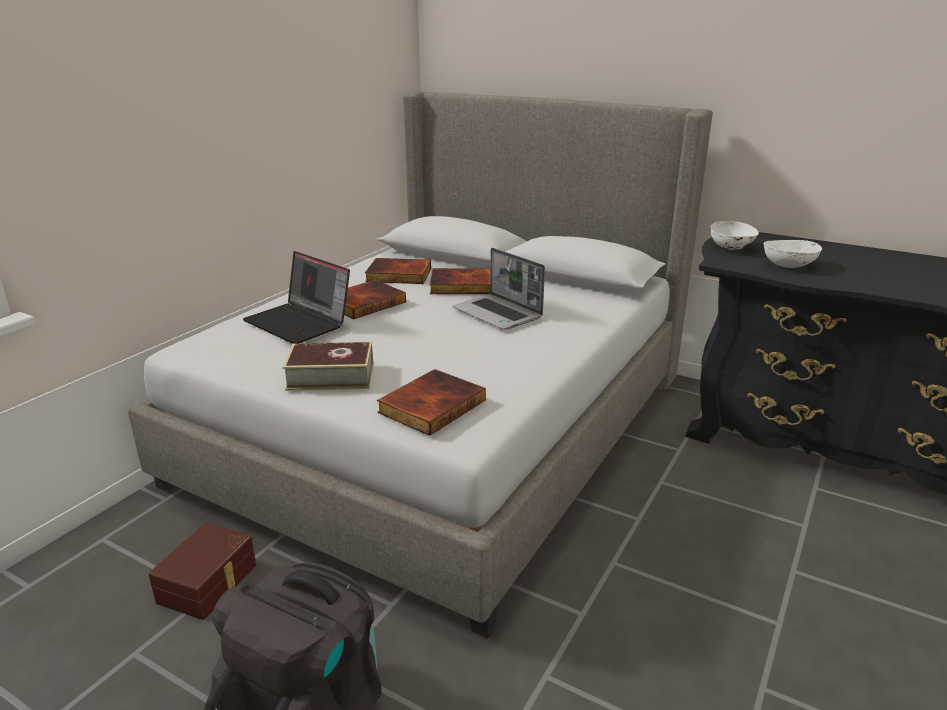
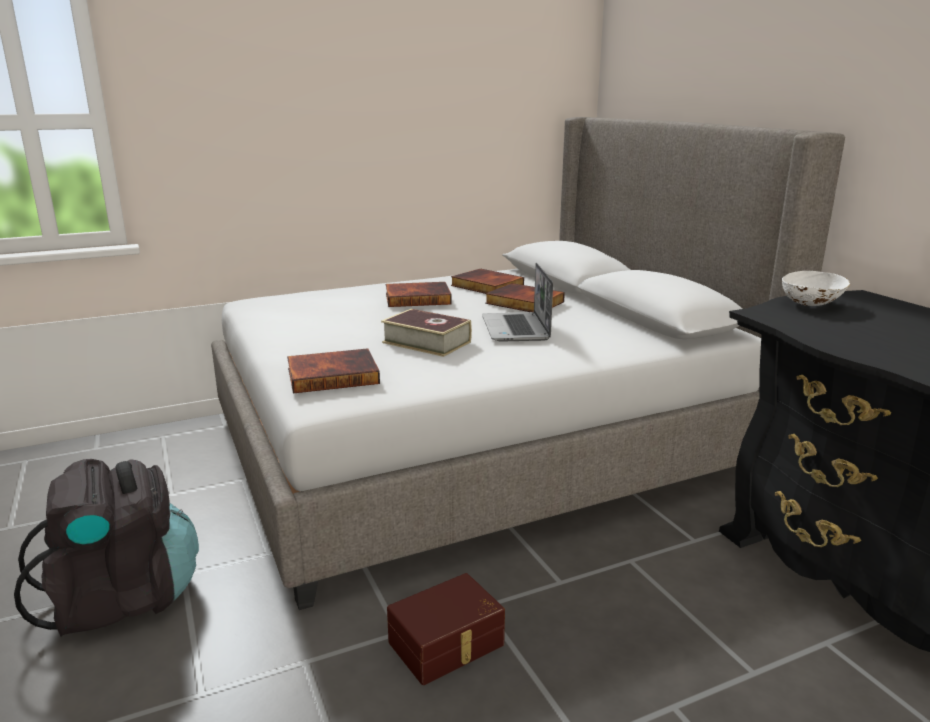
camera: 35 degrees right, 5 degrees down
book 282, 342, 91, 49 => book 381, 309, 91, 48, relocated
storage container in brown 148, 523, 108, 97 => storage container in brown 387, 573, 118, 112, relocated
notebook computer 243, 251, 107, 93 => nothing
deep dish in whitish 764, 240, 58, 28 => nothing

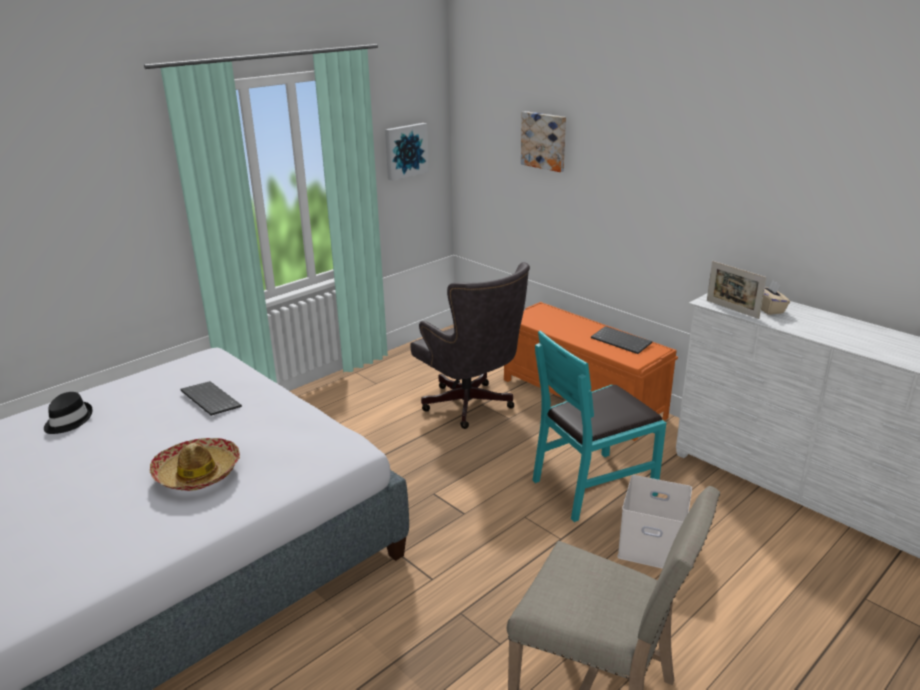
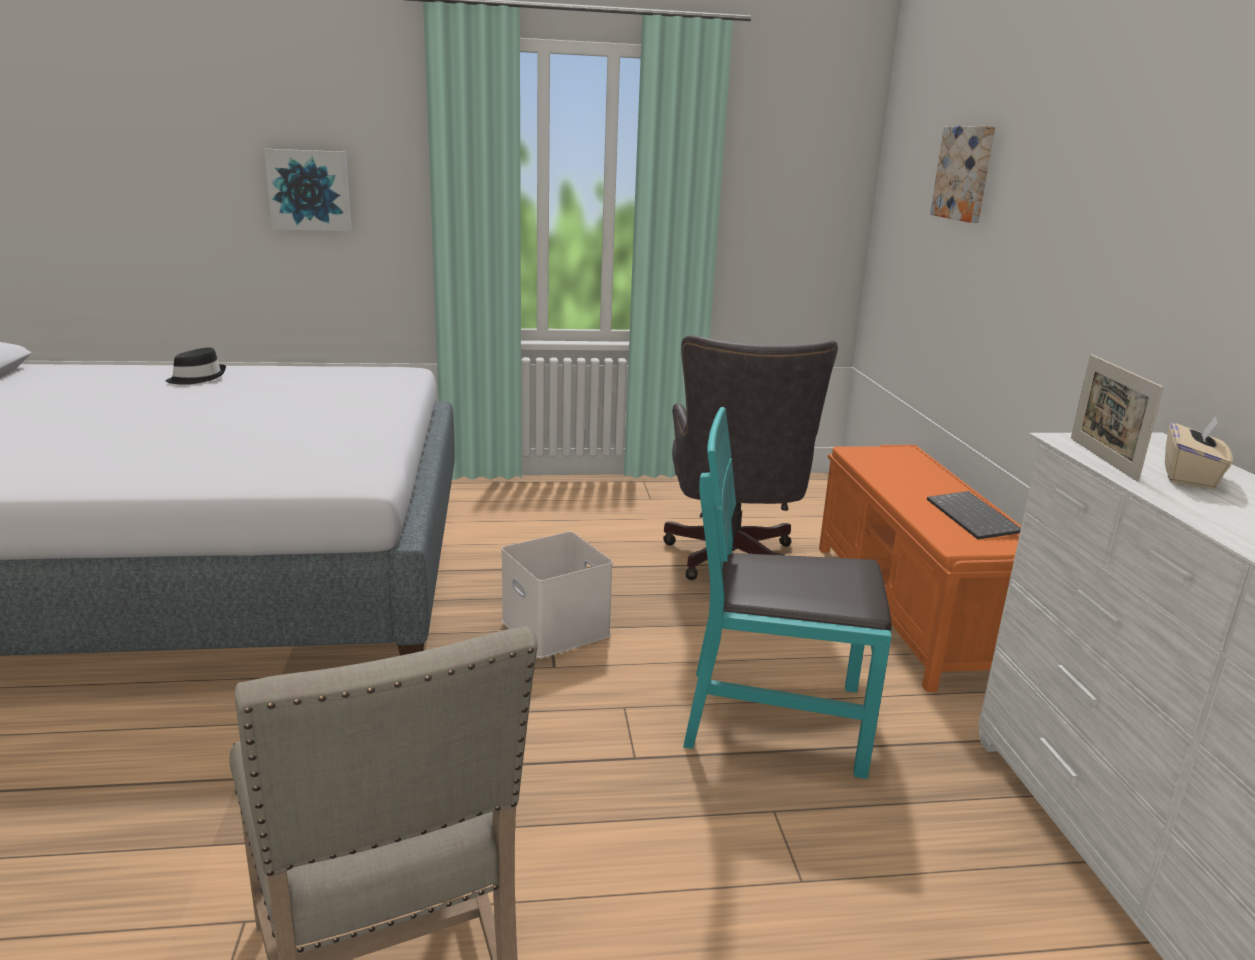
camera: 35 degrees right, 5 degrees down
picture 385, 123, 44, 58 => picture 264, 149, 87, 82, relocated
storage container in whitish 618, 475, 74, 94 => storage container in whitish 501, 532, 112, 126, relocated
hat 150, 438, 90, 53 => nothing
keyboard 180, 381, 62, 35 => nothing

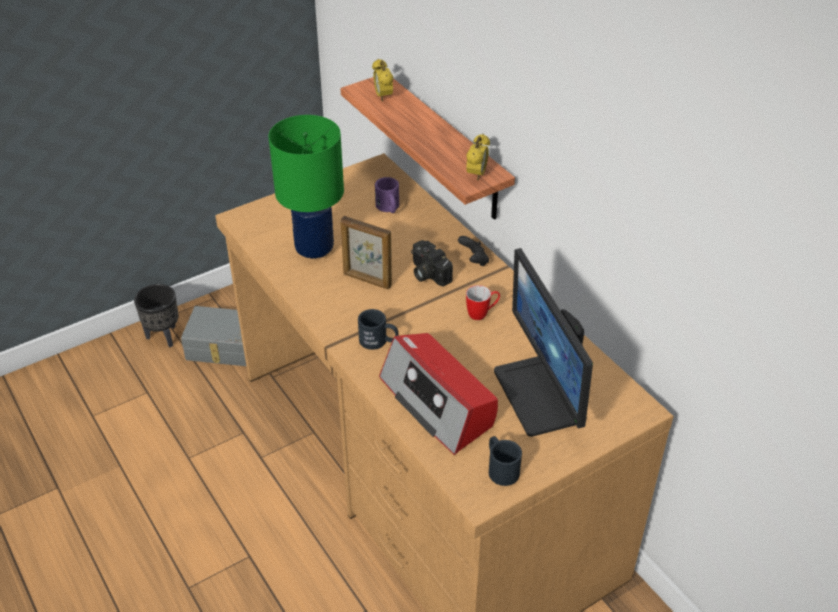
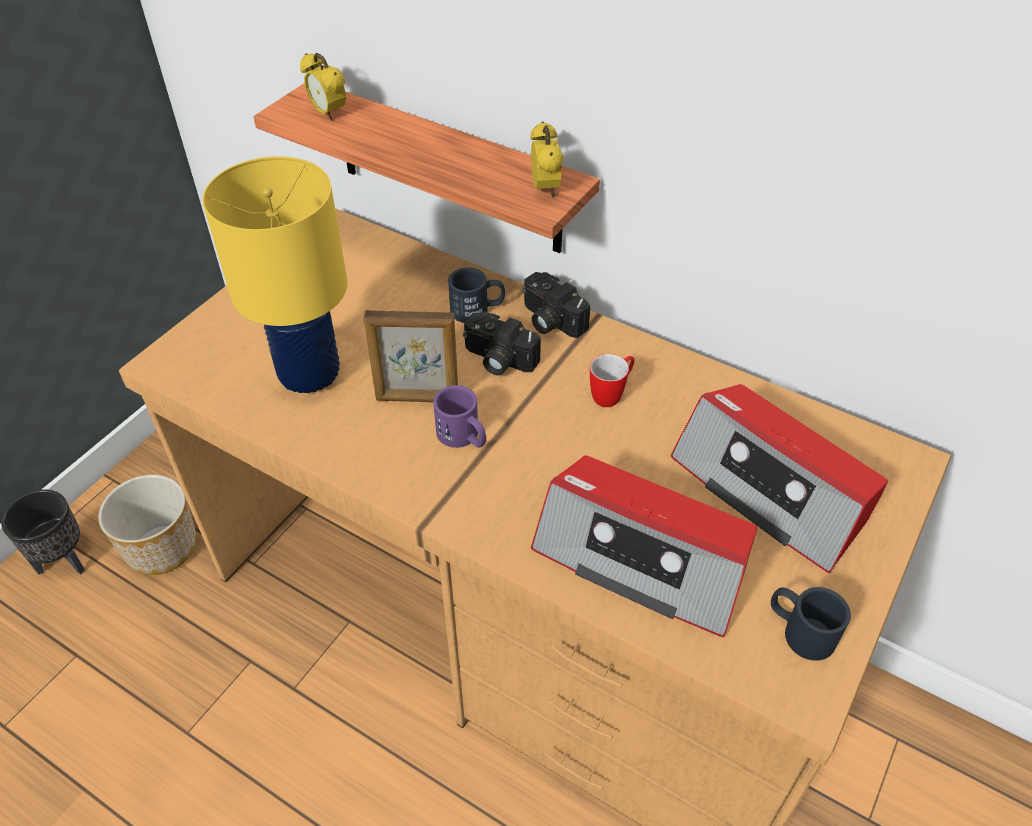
camera: 25 degrees left, 5 degrees up
storage container in grey 181, 306, 65, 60 => planter 98, 475, 99, 100
tabletop lamp in greenish 268, 115, 76, 144 => tabletop lamp in yellow 203, 156, 145, 237
tea mug in purplish 375, 177, 24, 36 => tea mug in purplish 433, 385, 53, 63, relocated
tea mug in black 358, 309, 40, 41 => tea mug in black 448, 267, 57, 56, relocated
gamepad in black 458, 236, 31, 30 => still camera 522, 272, 68, 66
computer display 494, 248, 99, 189 => radio set 671, 384, 217, 189

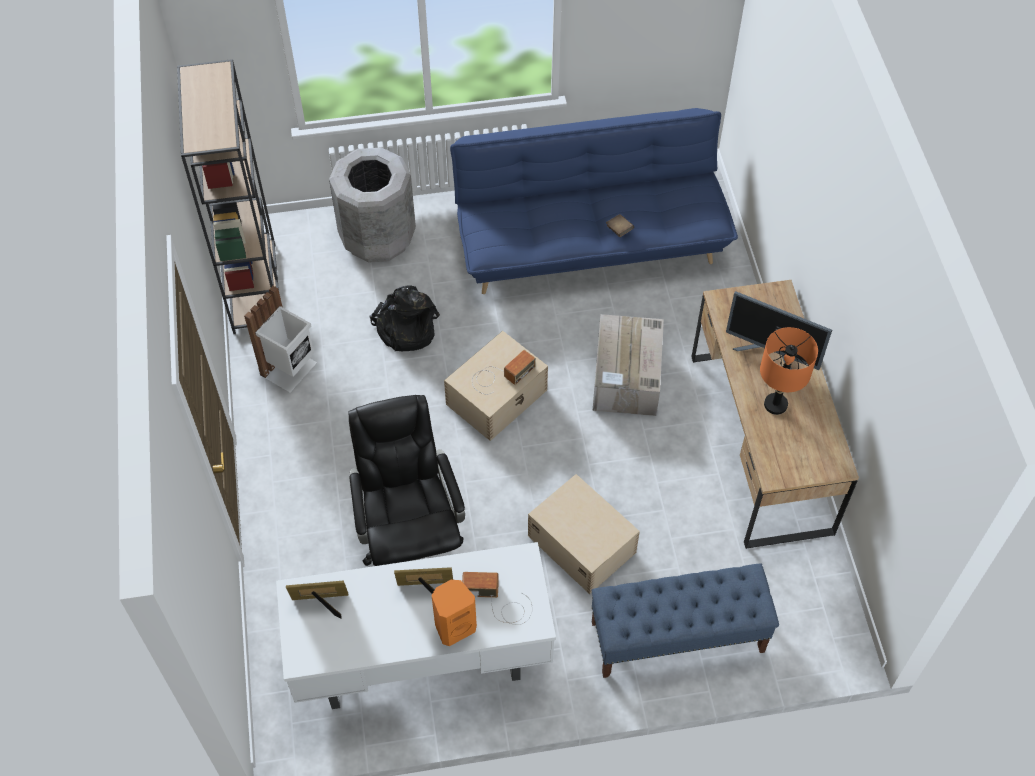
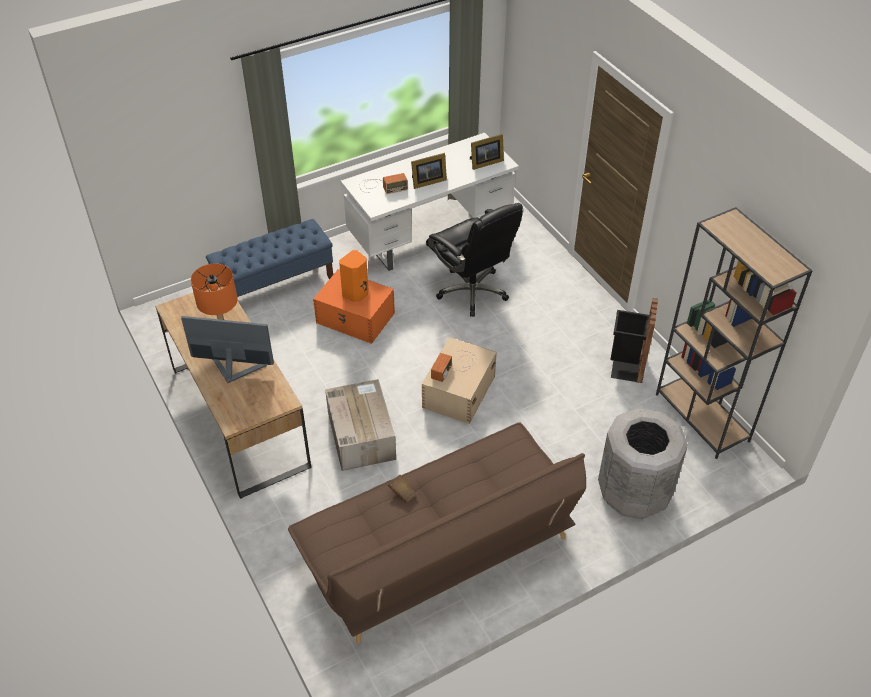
camera: 160 degrees right, 10 degrees down
sofa in blue-coloured 450, 108, 288, 186 => sofa in brown 288, 422, 298, 222
storage container in sand-coloured 528, 474, 112, 120 => storage container in orange 313, 269, 82, 75
speaker in orange 432, 580, 45, 66 => speaker in orange 339, 250, 30, 52, relocated
trash can in whitish 244, 286, 73, 106 => trash can in black 610, 298, 48, 85
knapsack in black 369, 285, 71, 66 => nothing

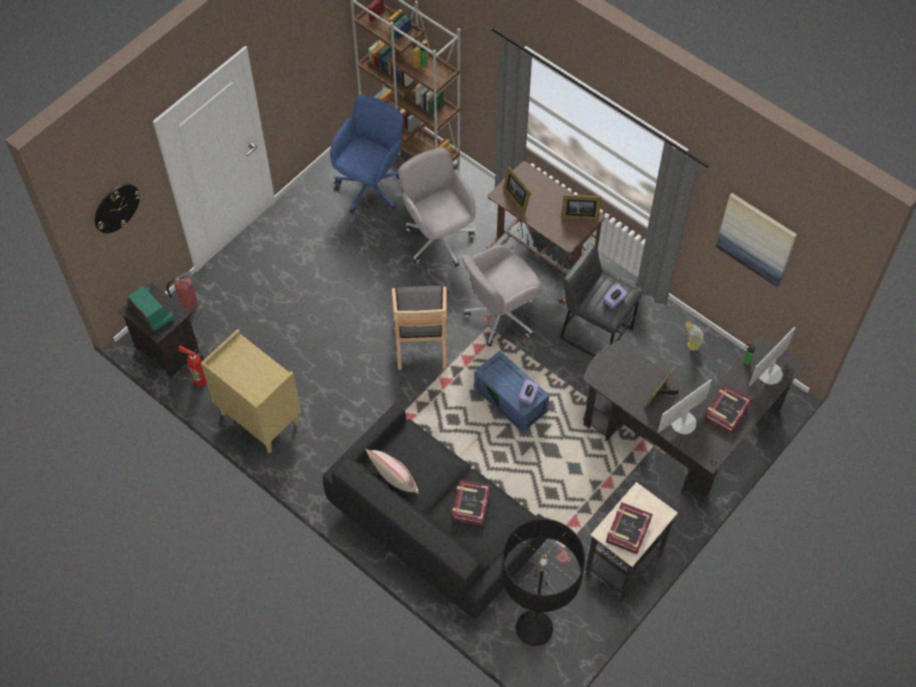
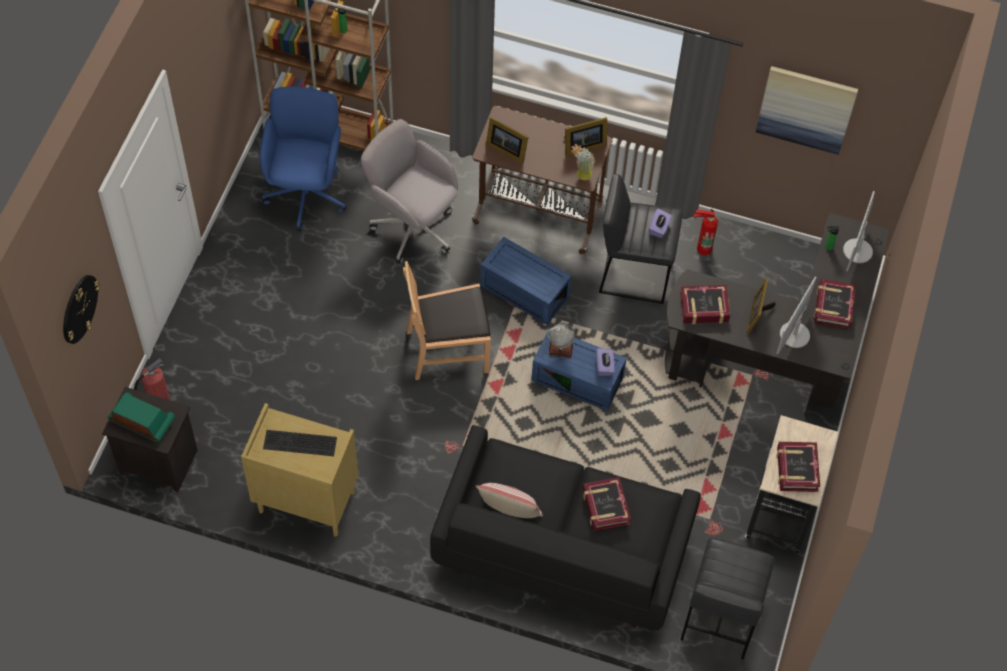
camera: 25 degrees left, 0 degrees up
nothing => keyboard 263, 430, 74, 26
chair in brown 392, 286, 55, 84 => chair in brown 403, 261, 88, 119, 105 degrees clockwise
office chair in grey 461, 245, 80, 102 => storage container in blue-coloured 480, 237, 91, 88
nothing => globe 547, 323, 28, 35
plant in a pot 684, 321, 20, 29 => plant in a pot 571, 144, 24, 36, relocated
nothing => book 680, 285, 51, 39
floor lamp in black 501, 519, 84, 127 => stool seat in grey 681, 538, 94, 121
fire extinguisher 178, 346, 28, 40 => fire extinguisher 694, 209, 24, 46, relocated

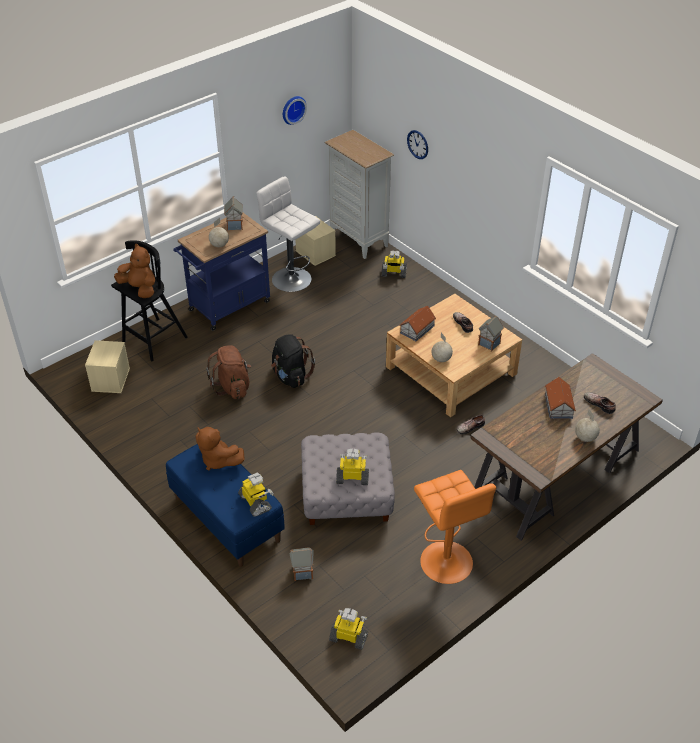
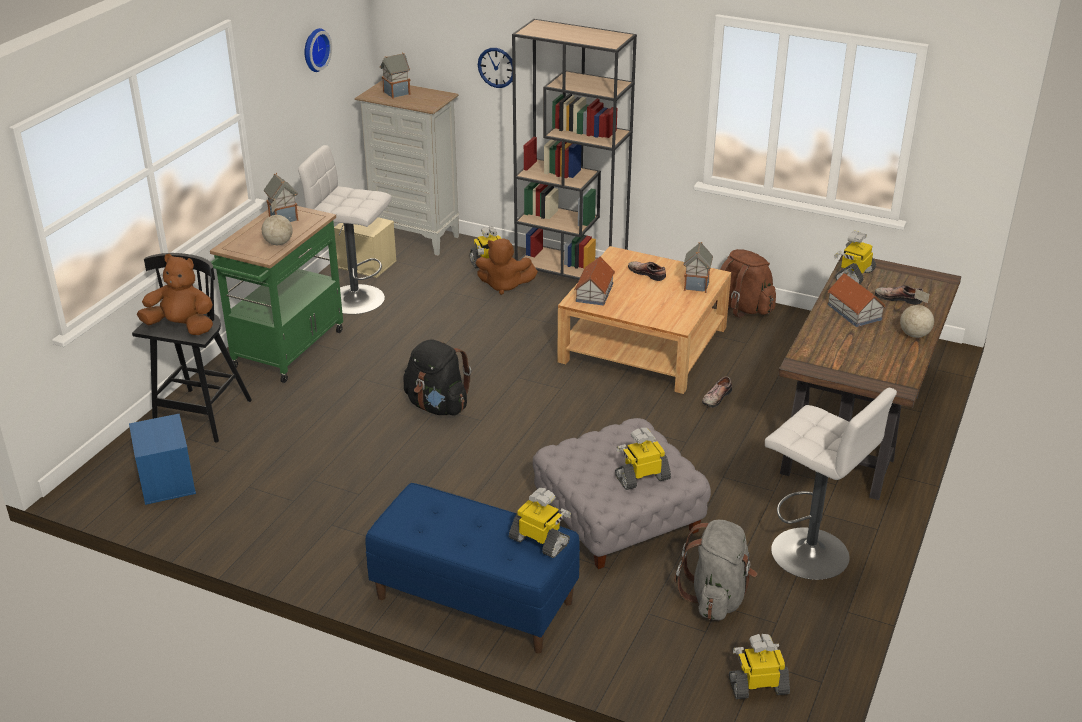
camera: 25 degrees left, 10 degrees down
storage container in sand-coloured 85, 340, 45, 53 => storage container in blue-coloured 129, 414, 67, 91
trolley in blue-coloured 173, 213, 97, 118 => trolley in greenish 210, 206, 133, 177
miniature house 289, 547, 25, 34 => miniature house 380, 53, 31, 46, relocated
plush toy in brown 195, 427, 50, 43 => plush toy in brown 476, 239, 62, 56, relocated
nothing => bookcase 512, 19, 125, 261
nothing => knapsack in grey 674, 520, 83, 100
knapsack in brown 206, 345, 45, 54 => knapsack in brown 716, 249, 60, 69, relocated
stool seat in orange 414, 470, 82, 114 => stool seat in whitish 765, 388, 132, 192
nothing => toy robot 834, 231, 42, 53
globe 431, 333, 22, 29 => nothing

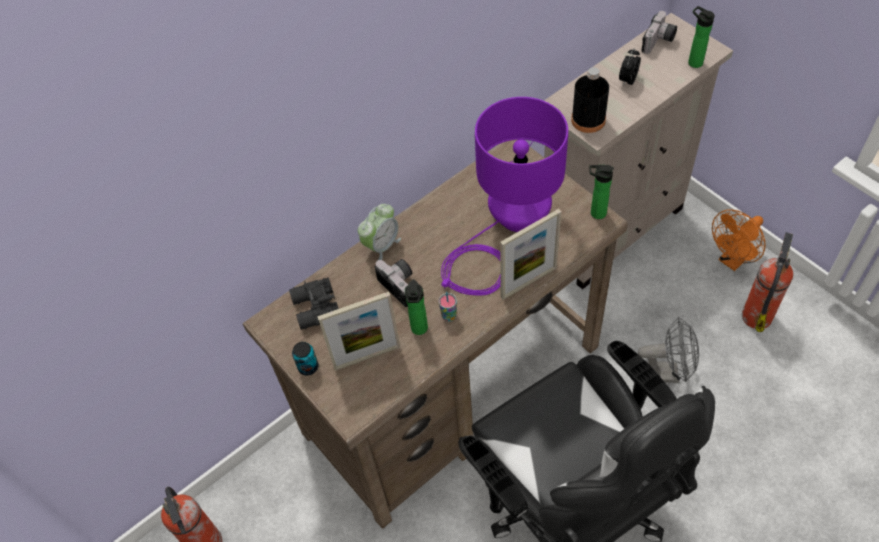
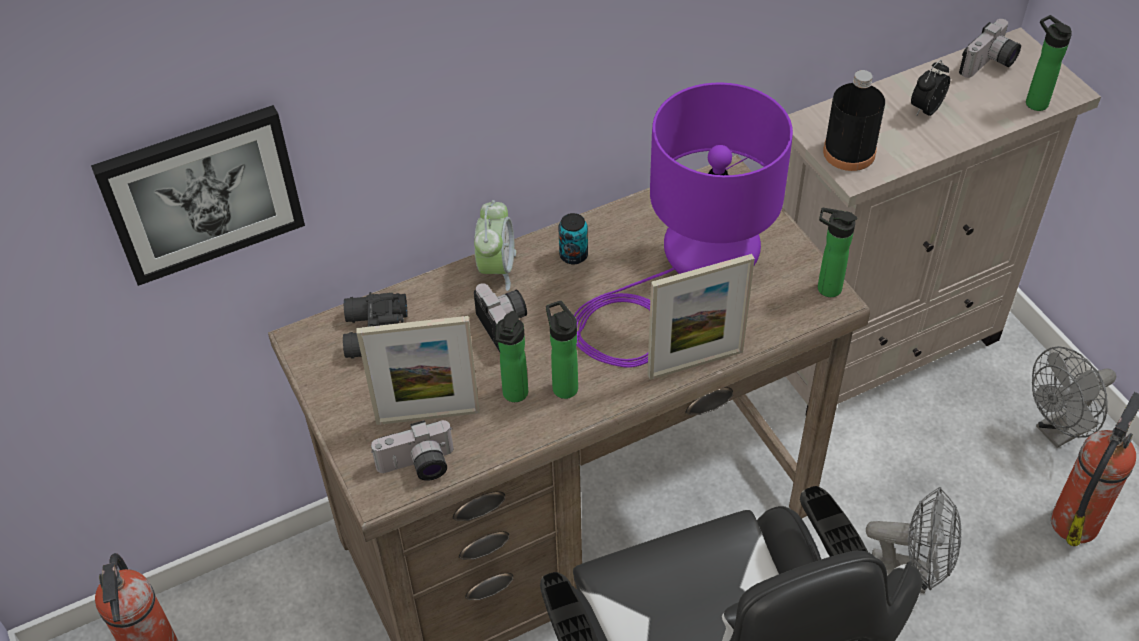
camera: 10 degrees right, 5 degrees down
nothing => picture 91, 105, 214, 181
nothing => still camera 371, 420, 82, 61
alarm clock 358, 204, 43, 57 => alarm clock 474, 200, 42, 91, 45 degrees counterclockwise
drinking cup 439, 292, 18, 30 => bottle 546, 301, 32, 98
metal can 292, 342, 26, 33 => metal can 558, 213, 30, 51, relocated
fan in orange 712, 210, 54, 61 => fan in grey 1032, 346, 84, 102

